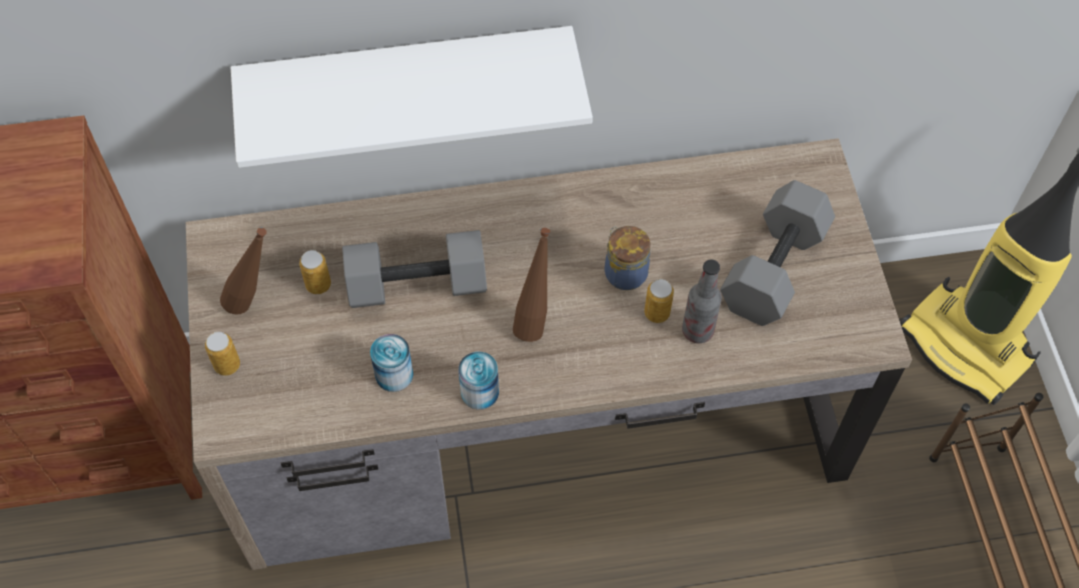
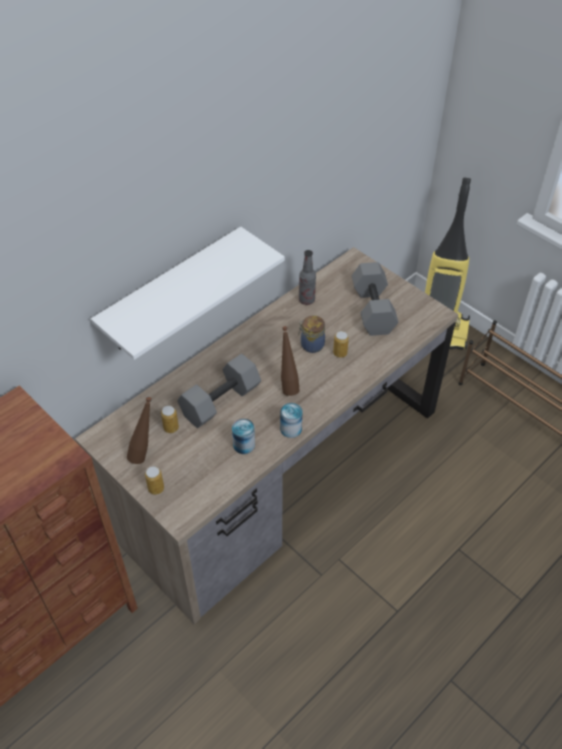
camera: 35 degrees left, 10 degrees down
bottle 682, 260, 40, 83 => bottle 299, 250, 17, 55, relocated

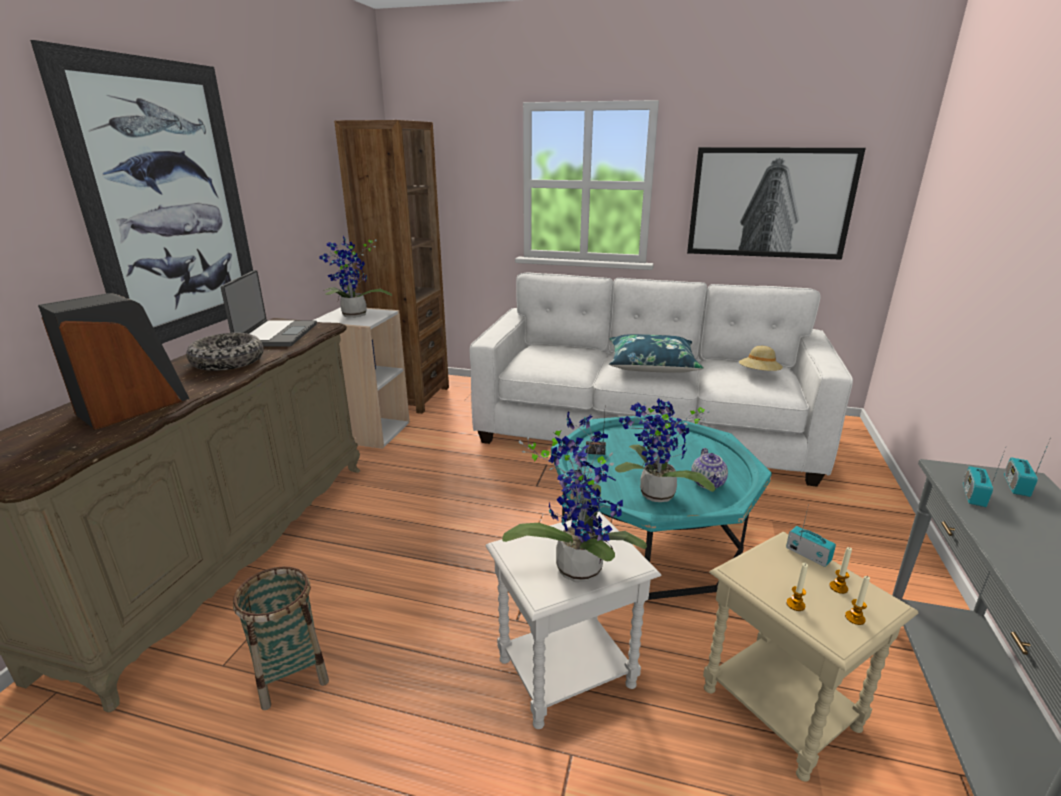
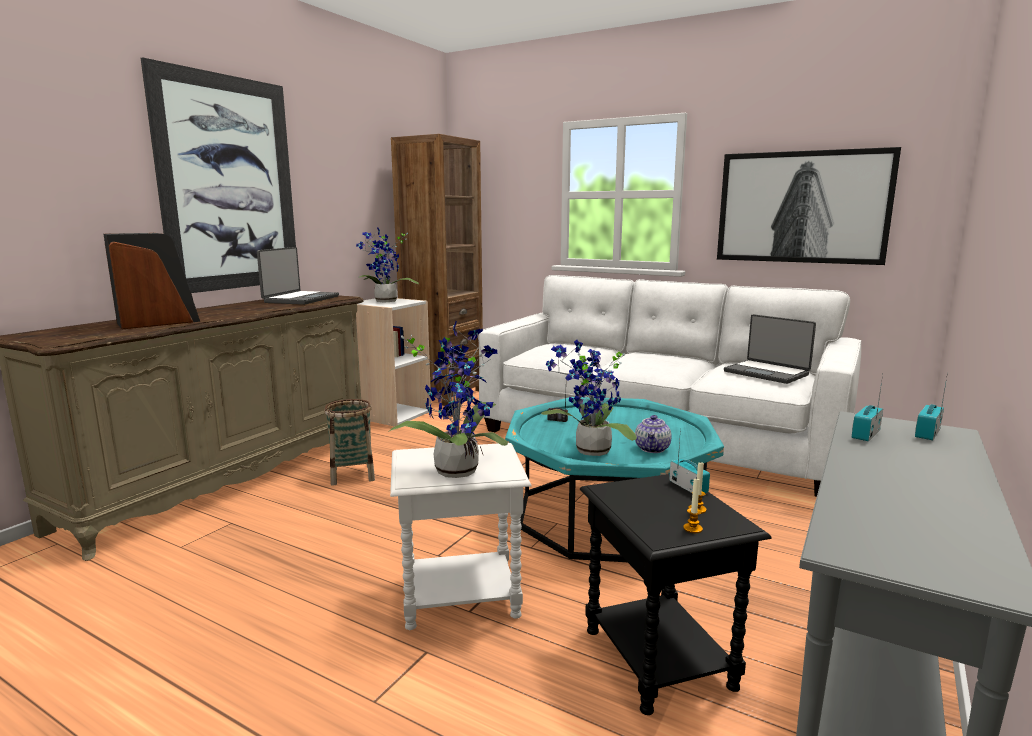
camera: 15 degrees right, 10 degrees down
basket 233, 566, 96, 144 => basket 324, 399, 51, 87, relocated
end table in sand-coloured 703, 532, 215, 250 => end table in black 580, 474, 192, 241
hat in sand-coloured 739, 346, 44, 25 => notebook computer 724, 314, 92, 70
deep dish 186, 333, 77, 38 => nothing
pillow in blue-coloured 609, 334, 95, 39 => nothing
candle 786, 563, 22, 48 => nothing

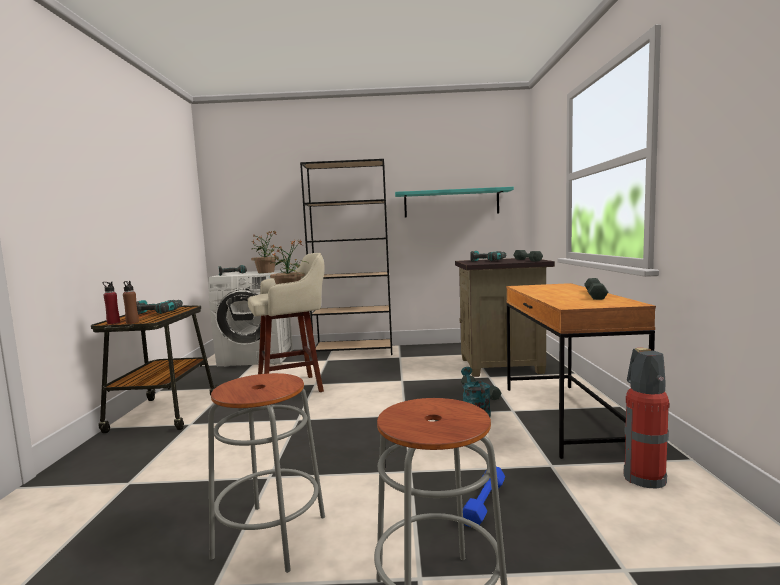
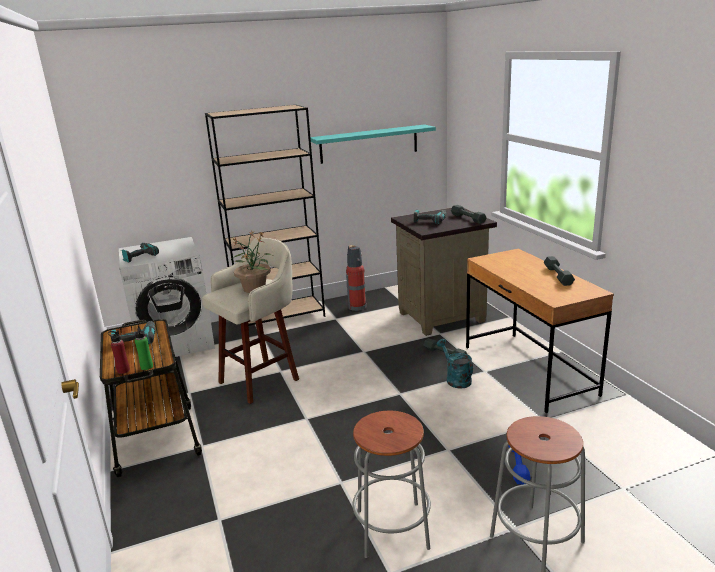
camera: 20 degrees left, 15 degrees up
bottle in brown 123, 281, 16, 43 => bottle in greenish 135, 326, 18, 44
fire extinguisher 624, 347, 46, 141 => fire extinguisher 346, 245, 21, 66, relocated
plant in a pot 251, 231, 28, 42 => nothing

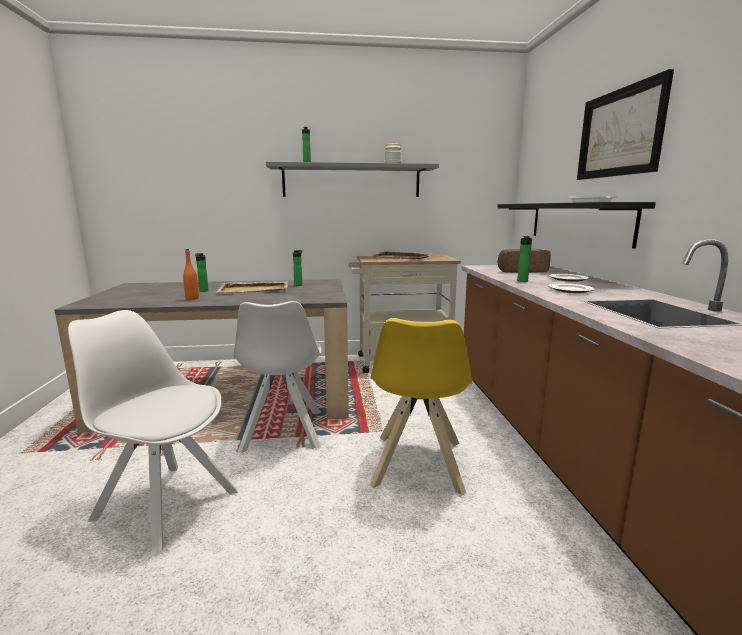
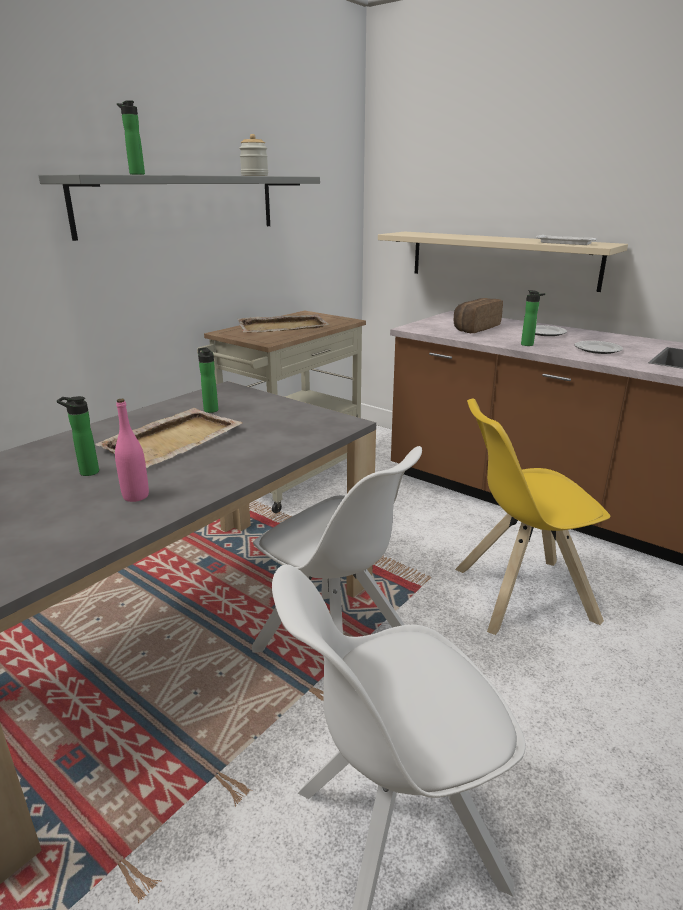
camera: 45 degrees left, 10 degrees up
bottle in orange 183, 249, 16, 51 => bottle in pinkish 115, 399, 34, 103
shelf in black 497, 202, 159, 47 => shelf in sand-coloured 378, 232, 250, 60
chair in yellow 370, 318, 102, 177 => chair in yellow 455, 399, 156, 236, 120 degrees clockwise
picture 577, 69, 97, 111 => nothing

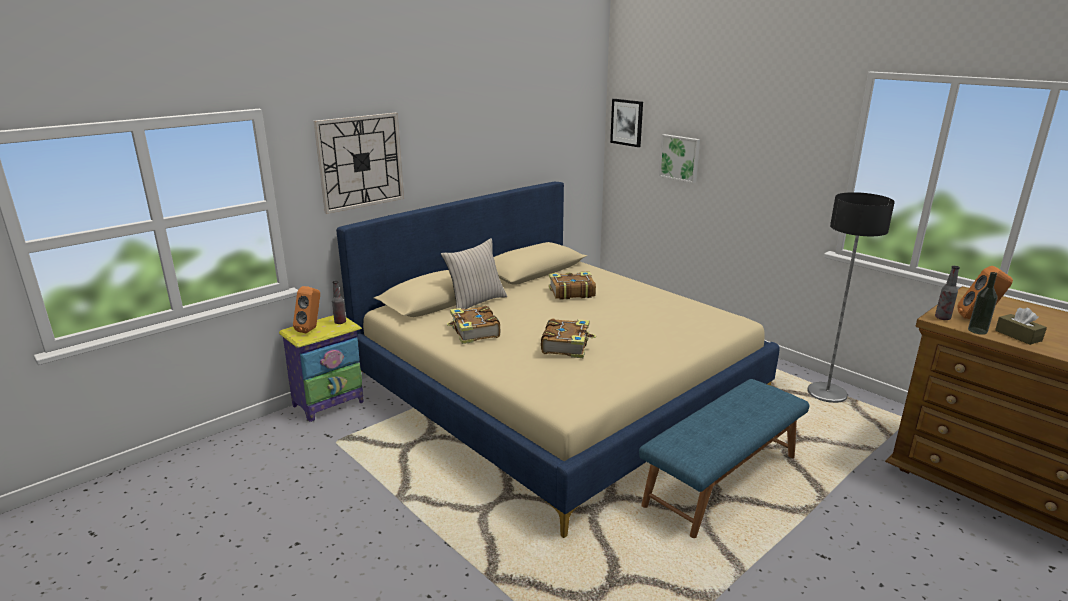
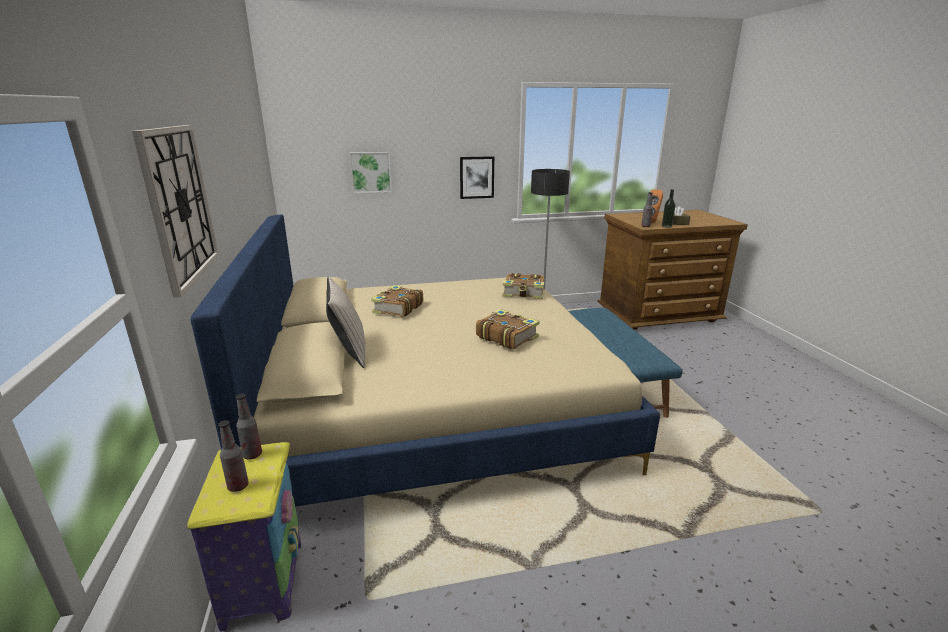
camera: 60 degrees left, 0 degrees up
speaker in orange 293, 286, 27, 48 => bottle 218, 420, 31, 72
picture 610, 99, 33, 48 => picture 460, 156, 34, 43, relocated
book 447, 306, 53, 38 => book 502, 273, 42, 26, relocated

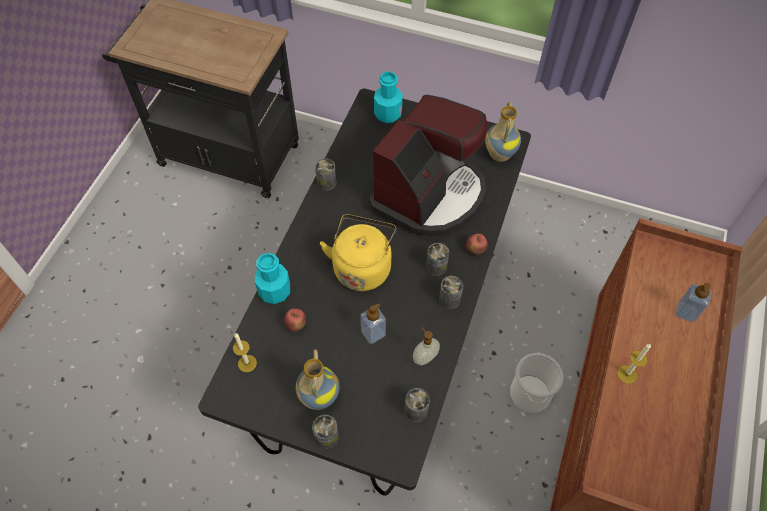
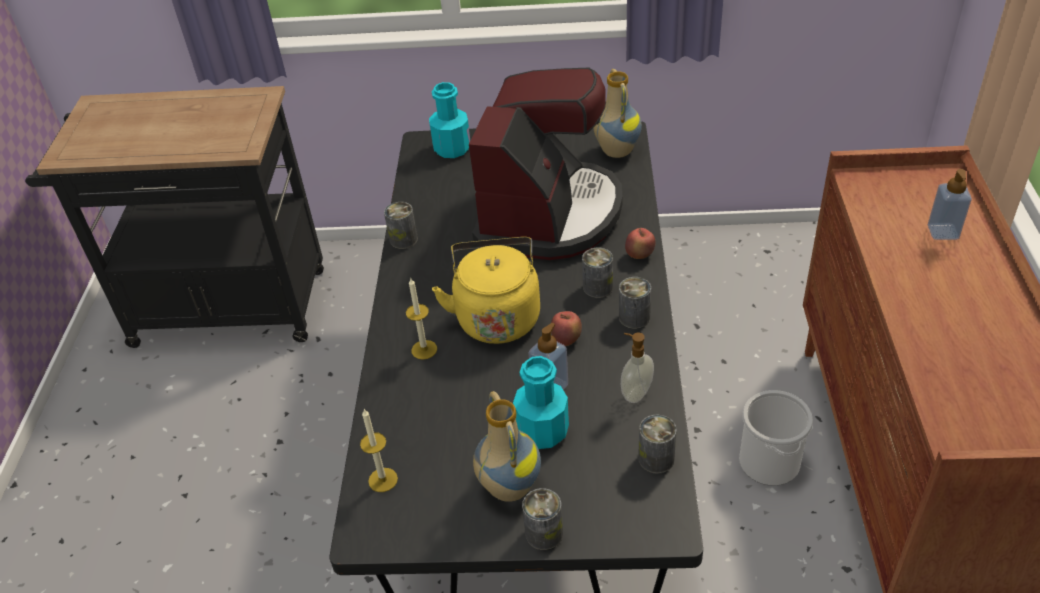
camera: 15 degrees left, 15 degrees down
candle 617, 343, 34, 41 => candle 406, 279, 31, 81, relocated
bottle in turquoise-coloured 255, 253, 35, 51 => bottle in turquoise-coloured 513, 356, 56, 93, relocated
apple fruit 284, 308, 22, 24 => apple fruit 551, 311, 31, 35, relocated

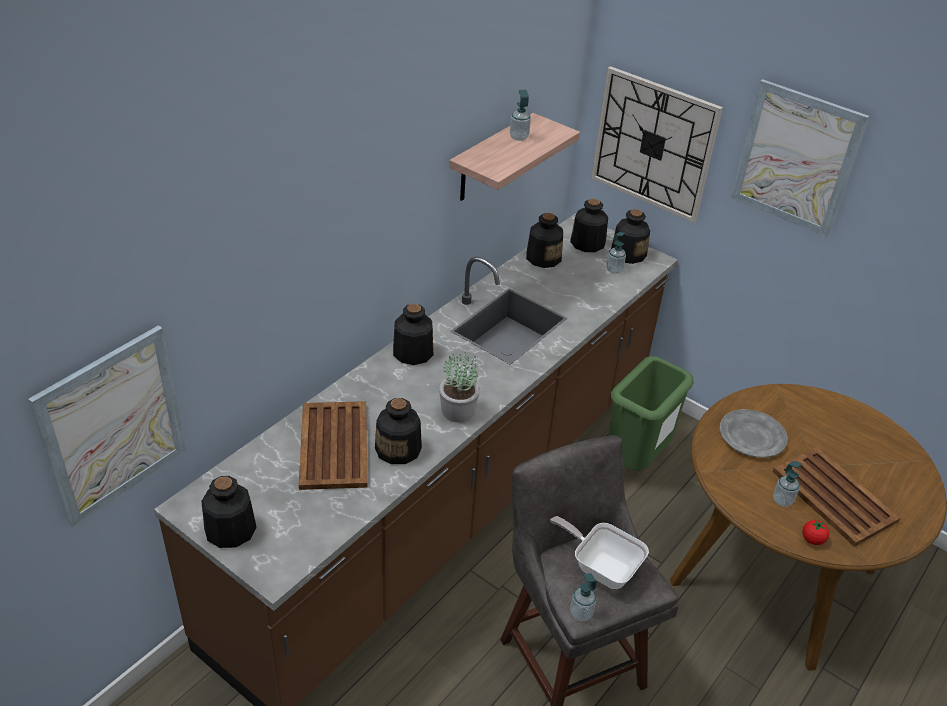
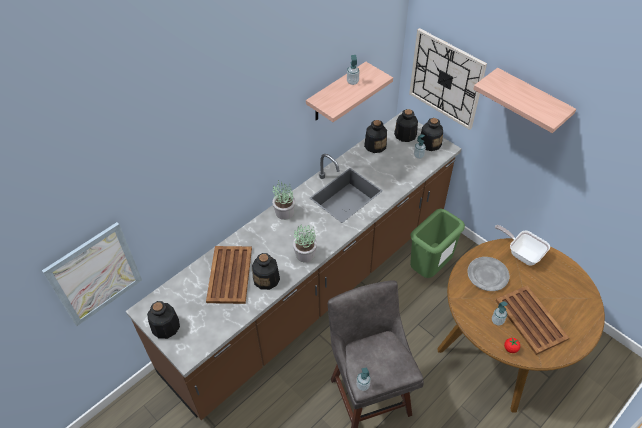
camera: 10 degrees right, 10 degrees up
bottle 393, 304, 40, 61 => plant in a pot 272, 180, 23, 40
picture 731, 79, 138, 158 => shelf 473, 68, 103, 65
frying pan 550, 516, 99, 73 => frying pan 495, 225, 55, 41, relocated

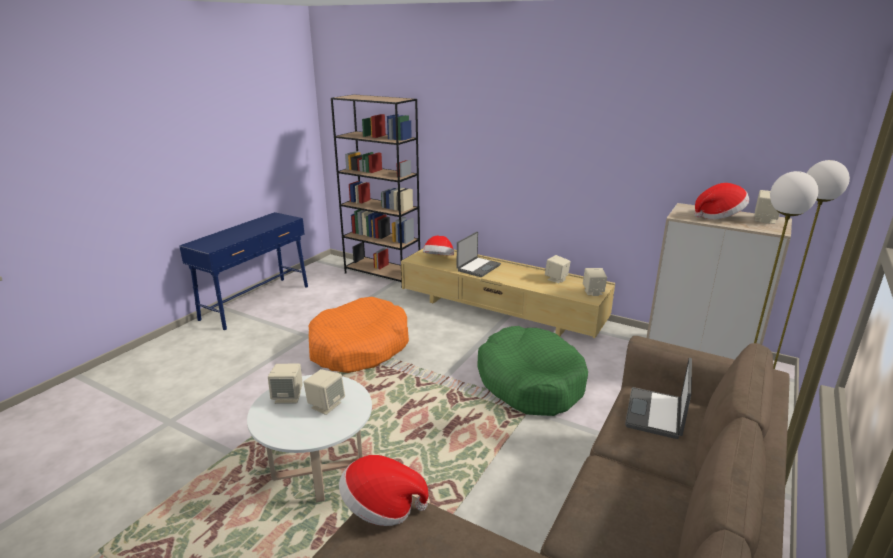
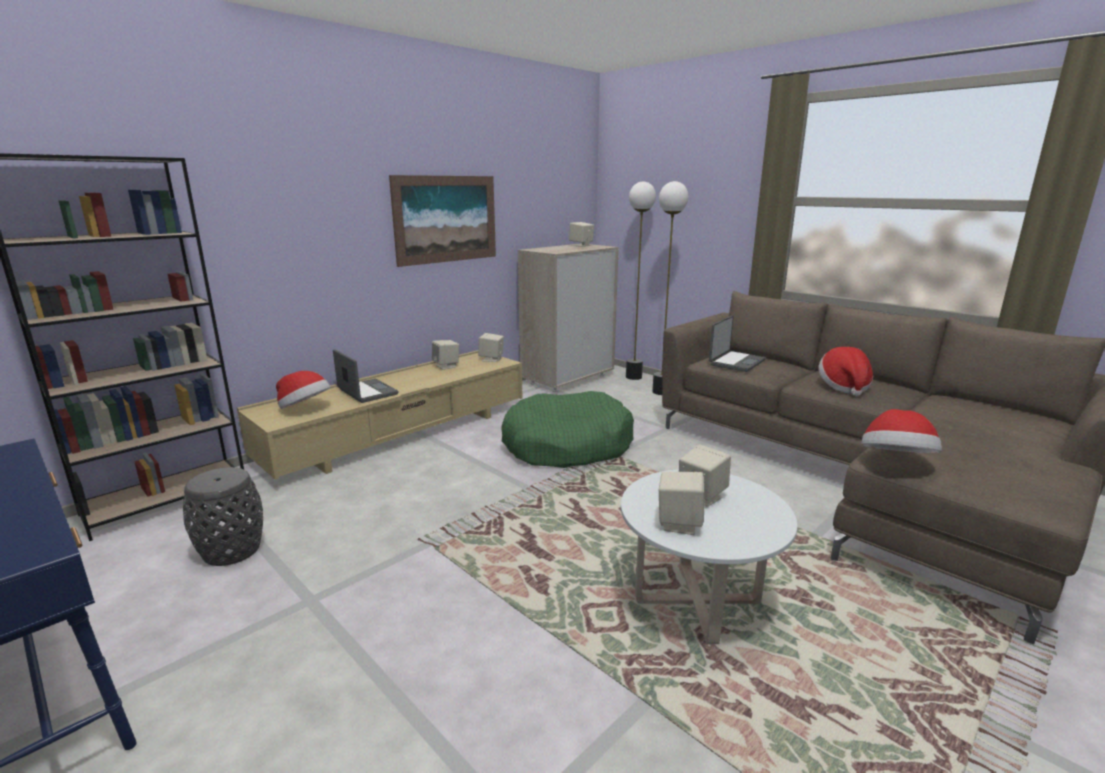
camera: 75 degrees left, 5 degrees down
nothing => stool seat in grey 183, 467, 80, 99
nothing => picture 389, 175, 107, 92
notebook computer 625, 358, 67, 81 => notebook computer 709, 316, 57, 56, 90 degrees counterclockwise
hat 694, 183, 55, 36 => hat 818, 347, 55, 49, relocated
dog bed in orange 309, 297, 100, 76 => nothing

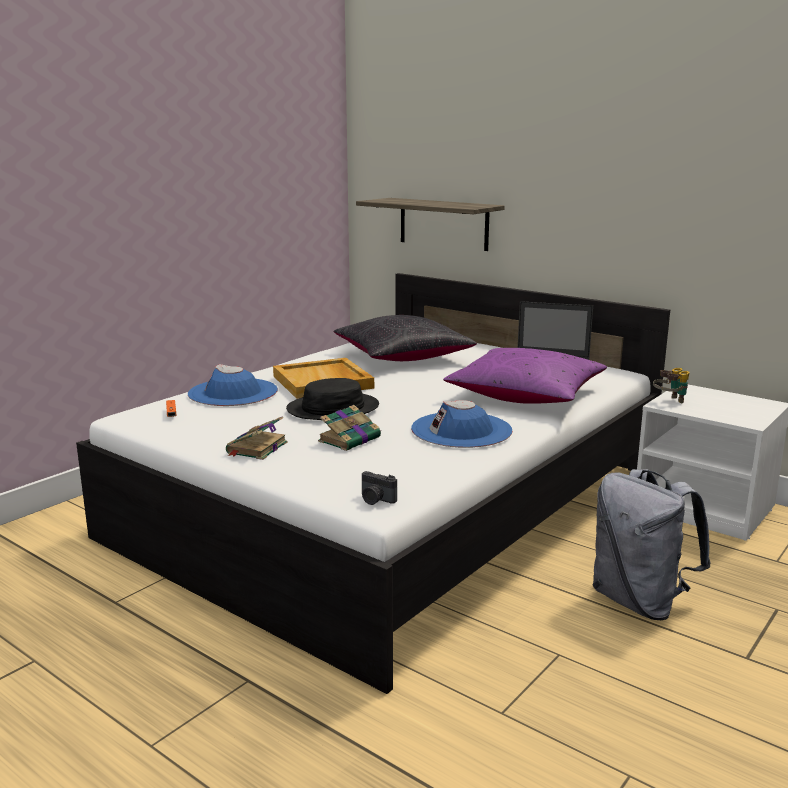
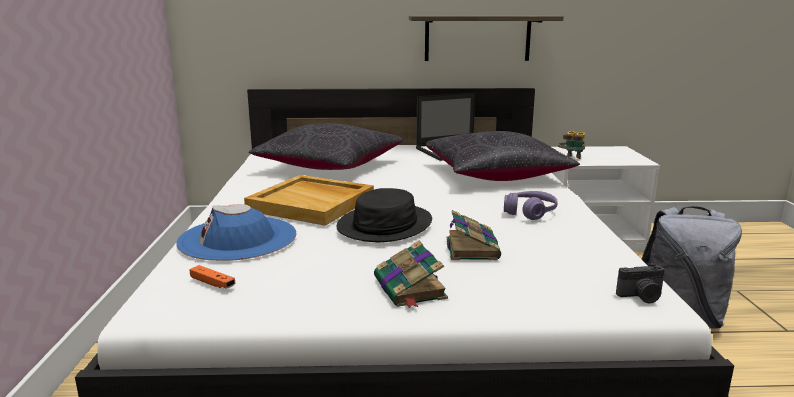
camera: 40 degrees left, 0 degrees up
shelf 356, 198, 149, 53 => shelf 409, 15, 155, 46, relocated
pillow in purplish 443, 348, 164, 56 => pillow in black 425, 131, 155, 50
hat in blue-coloured 411, 400, 101, 48 => pair of headphones in purplish 504, 191, 54, 29

